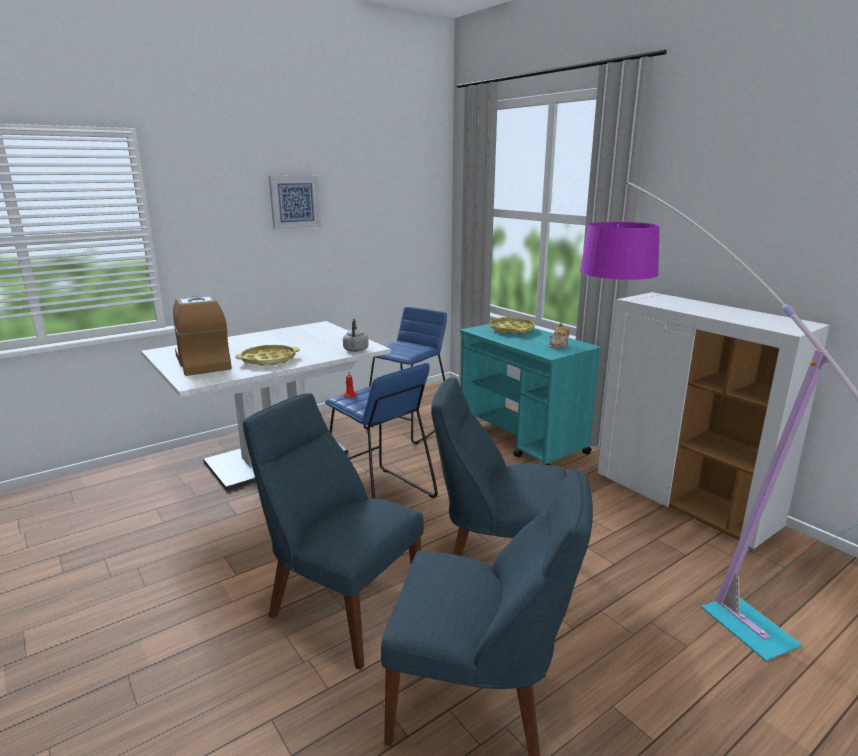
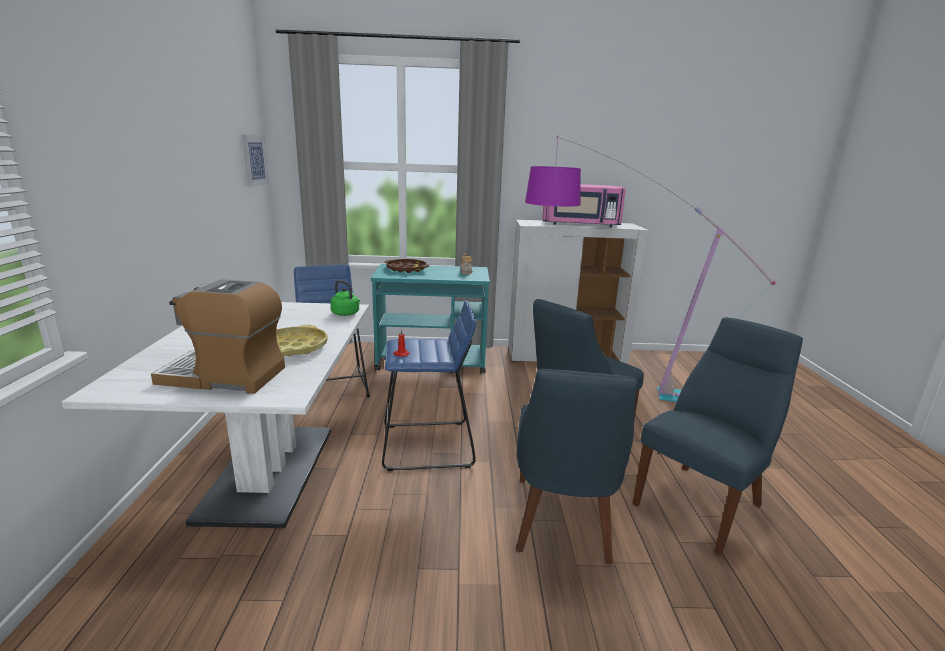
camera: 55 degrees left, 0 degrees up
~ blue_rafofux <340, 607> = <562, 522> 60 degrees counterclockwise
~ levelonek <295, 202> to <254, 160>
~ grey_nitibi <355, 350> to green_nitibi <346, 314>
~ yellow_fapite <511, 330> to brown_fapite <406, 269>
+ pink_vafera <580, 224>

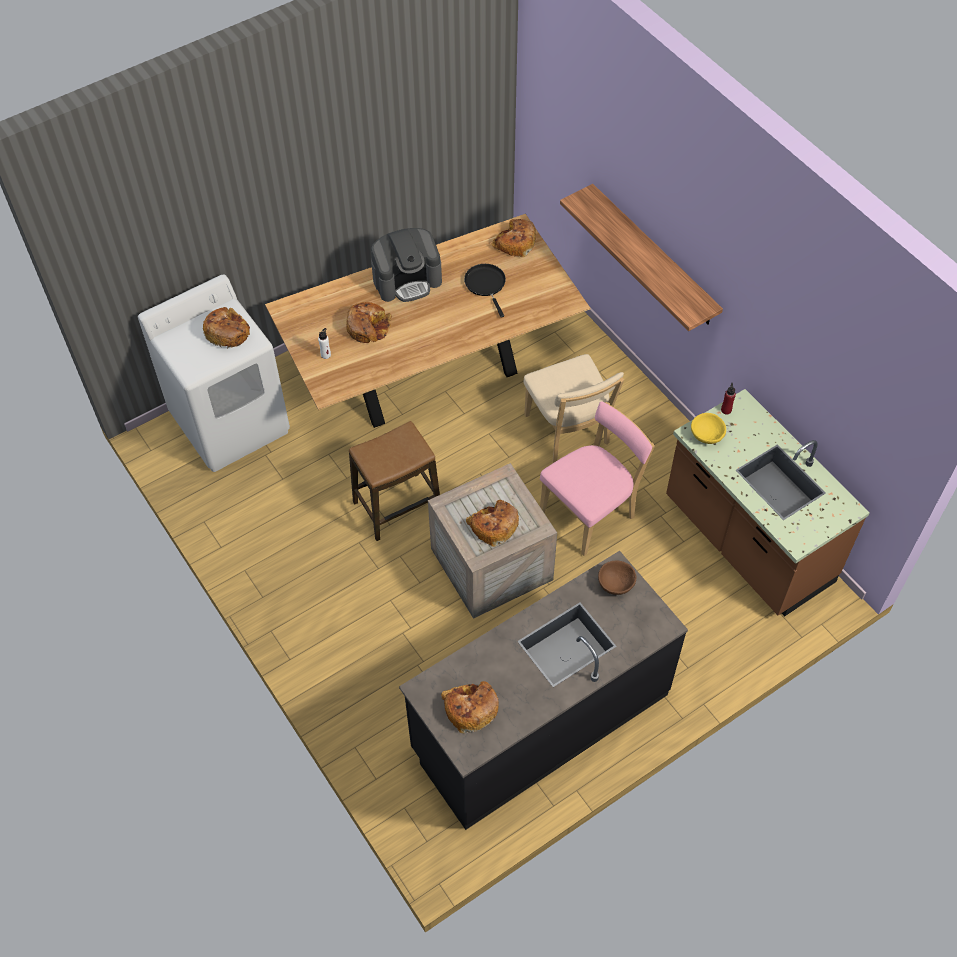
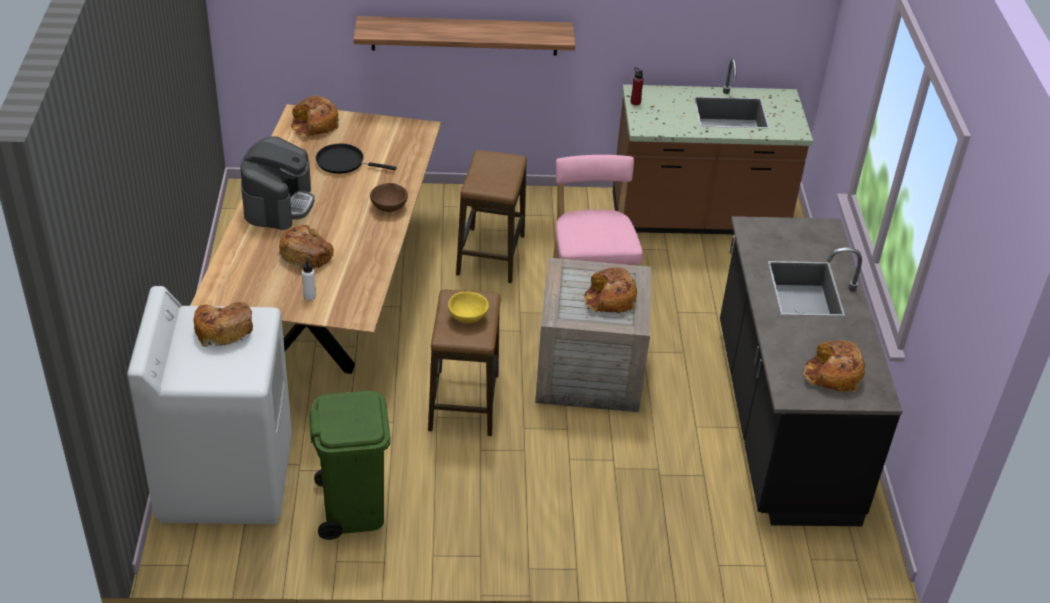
camera: 60 degrees left, 15 degrees down
~ beige_rafofux <568, 433> to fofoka <491, 255>
~ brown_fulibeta <615, 584> to <389, 207>
~ yellow_fulibeta <706, 435> to <467, 317>
+ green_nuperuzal <353, 508>

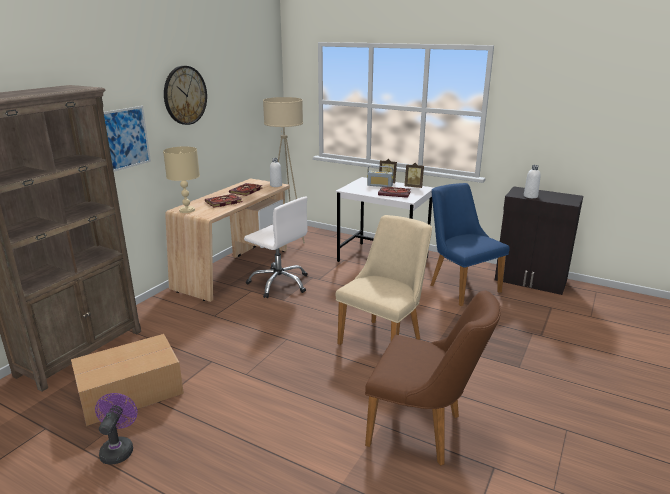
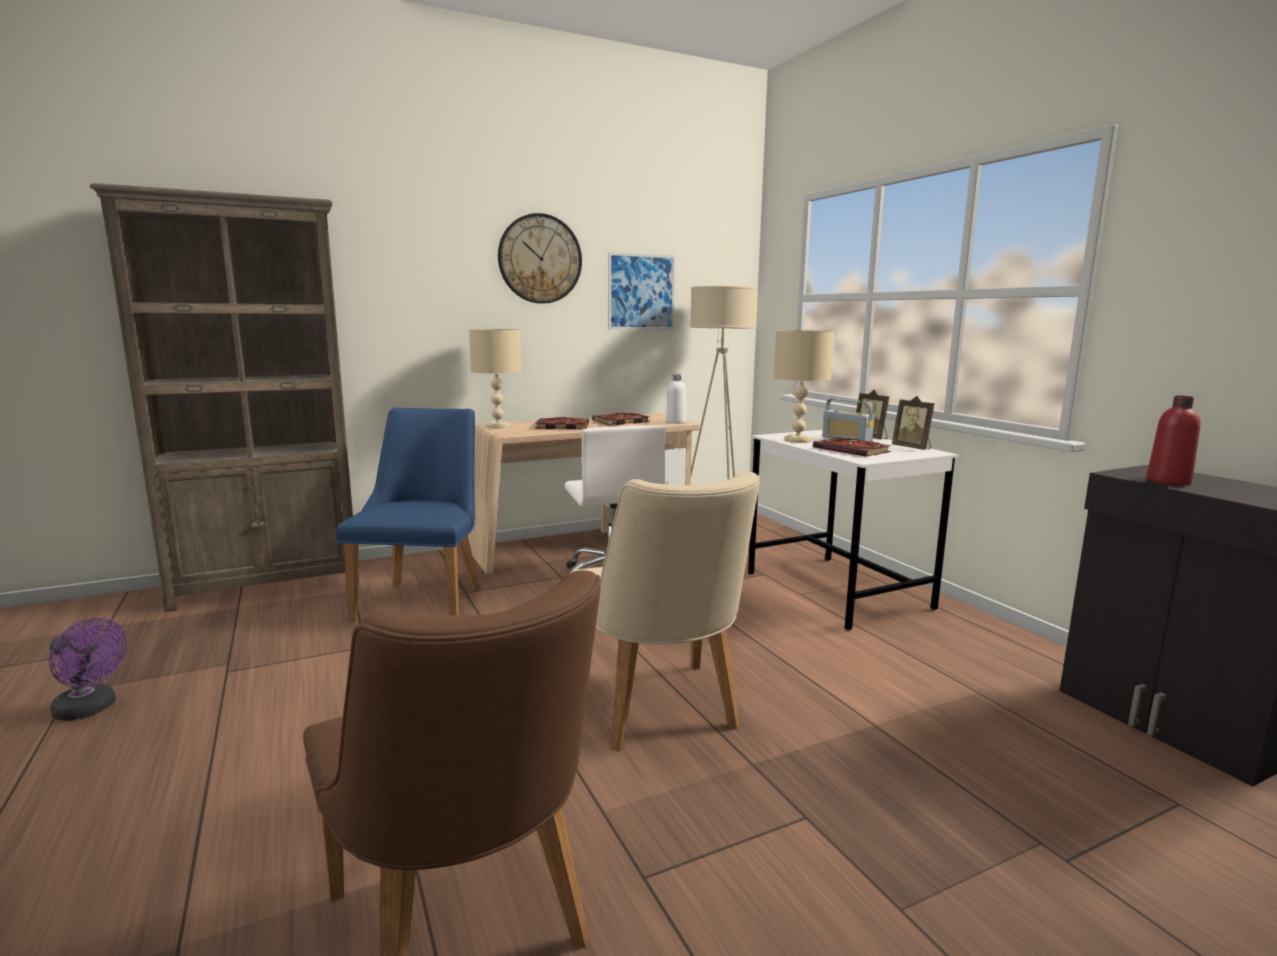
camera: 35 degrees right, 10 degrees down
- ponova <129, 392>
~ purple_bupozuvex <118, 449> = <91, 709> 75 degrees clockwise
~ levelonek <123, 139> to <641, 292>
~ beige_rafofux <385, 338> = <661, 713> 90 degrees clockwise
~ blue_rafofux <459, 286> to <426, 599>
~ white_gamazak <530, 196> to red_gamazak <1168, 481>
+ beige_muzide <798, 440>

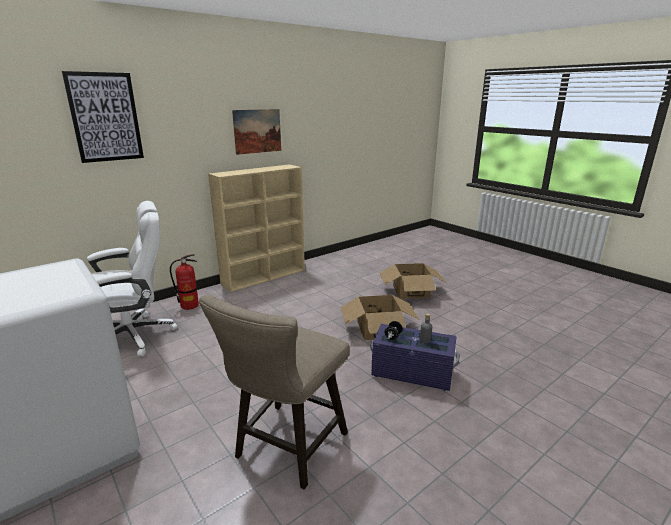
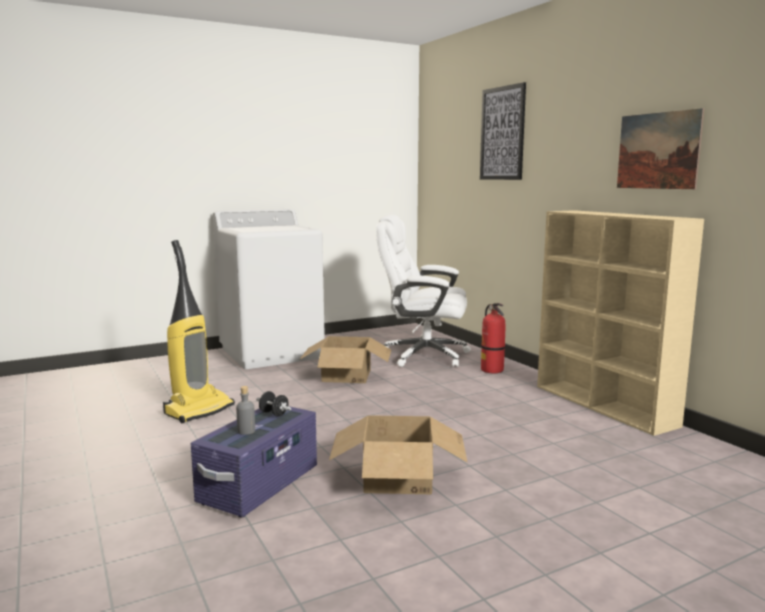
camera: 100 degrees right, 10 degrees down
~ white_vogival <133, 336> = <423, 355> 120 degrees clockwise
~ beige_fofoka <286, 449> to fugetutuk <199, 410>
~ ponova <410, 291> to <346, 375>

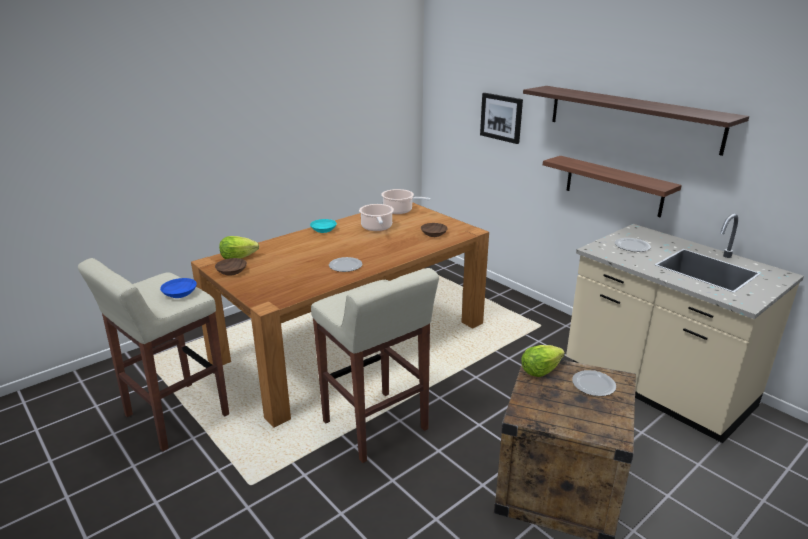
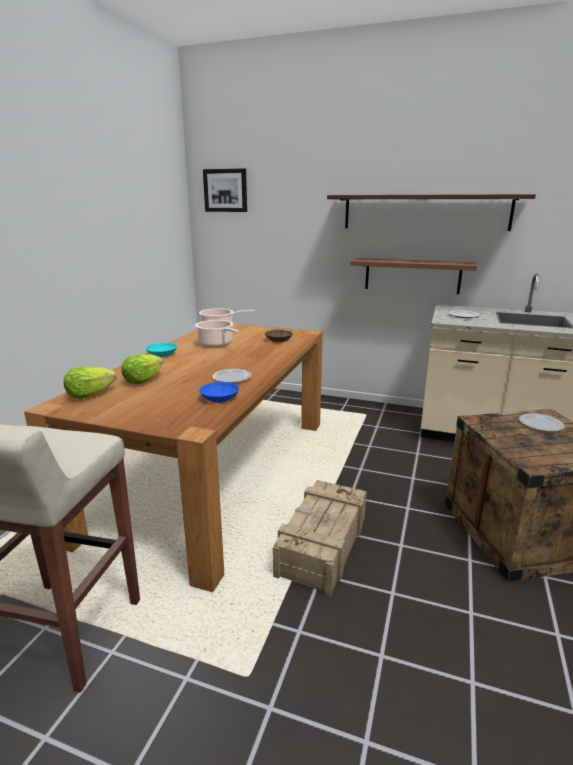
camera: 30 degrees left, 5 degrees down
~ blue_fulibeta <179, 294> to <219, 399>
- brown_fulibeta <231, 272>
~ beige_fofoka <376, 426> to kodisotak <321, 546>
~ levelonek <501, 117> to <225, 190>
~ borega <540, 370> to <143, 381>

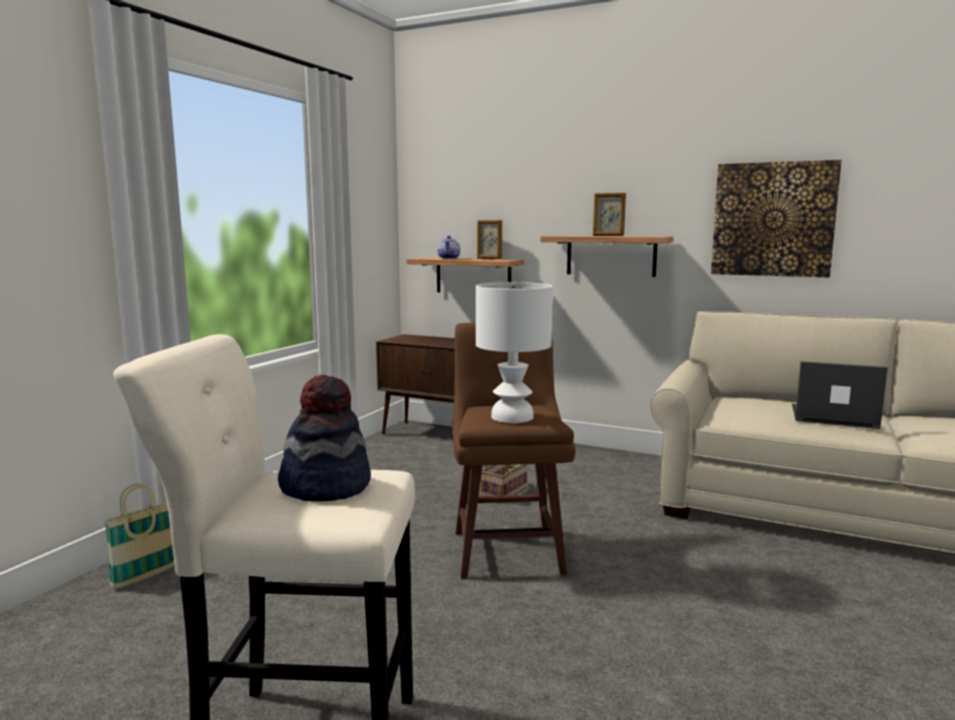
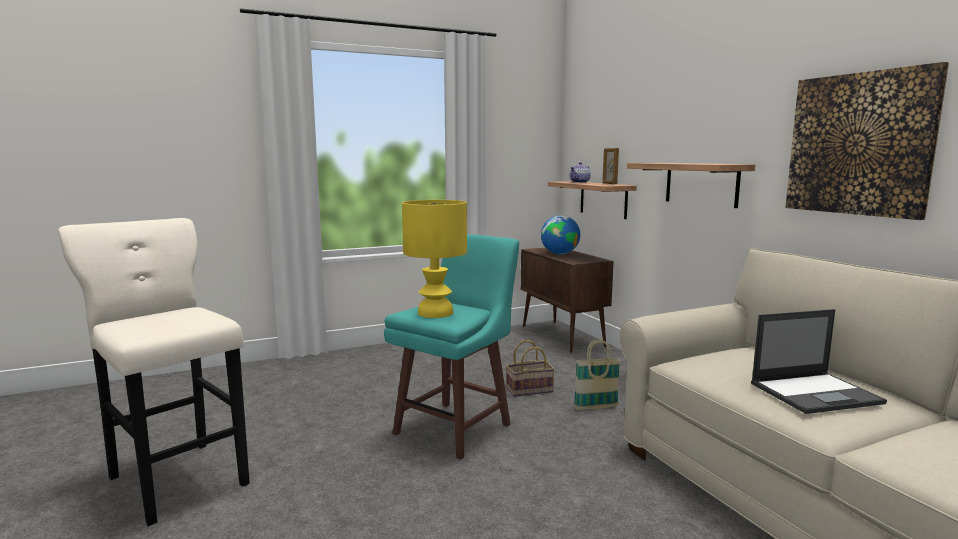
camera: 40 degrees right, 0 degrees up
~ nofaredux <144, 577> to <596, 407>
- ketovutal <326, 486>
~ brown_fofoka <508, 550> to turquoise_fofoka <455, 428>
~ white_muzide <512, 416> to yellow_muzide <436, 313>
- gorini <608, 235>
~ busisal <832, 417> = <816, 393> 105 degrees clockwise
+ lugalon <559, 254>

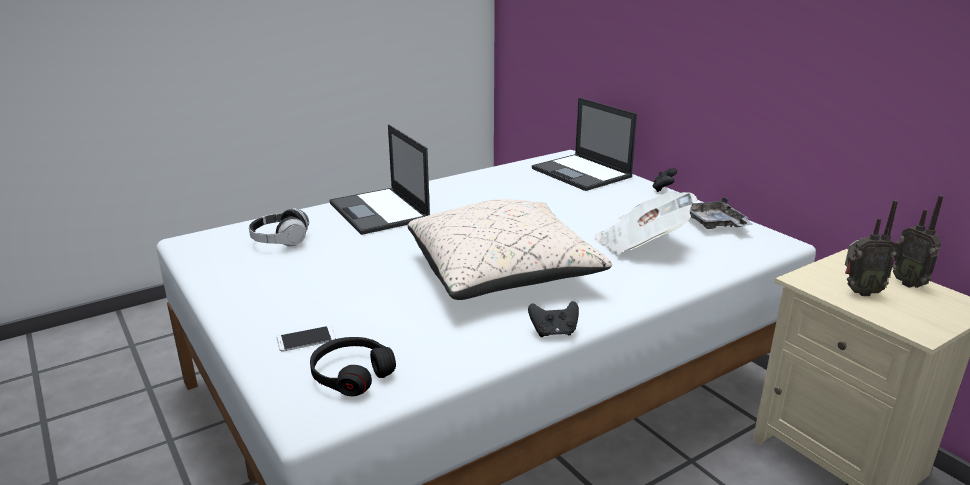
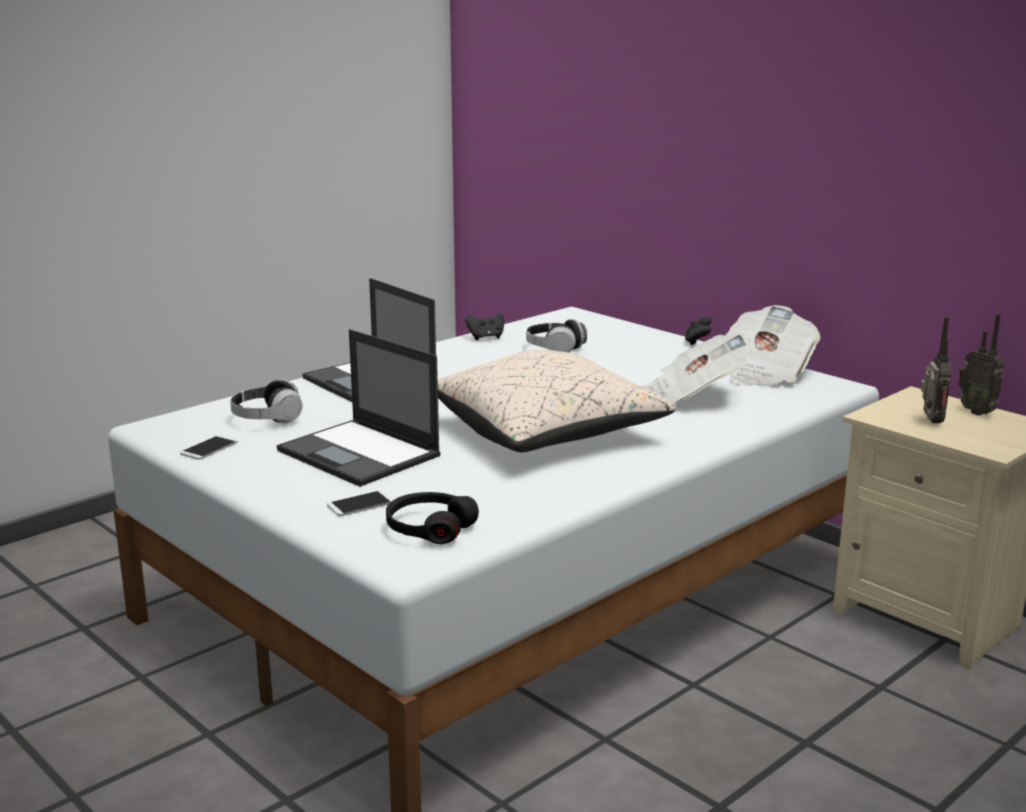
camera: 10 degrees left, 5 degrees down
~ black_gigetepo <554, 332> to <486, 337>
~ busisal <582, 173> to <360, 453>
~ grey_fapite <714, 223> to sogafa <765, 372>
~ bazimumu <859, 292> = <930, 422> 75 degrees counterclockwise
+ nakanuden <209, 448>
+ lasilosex <555, 349>

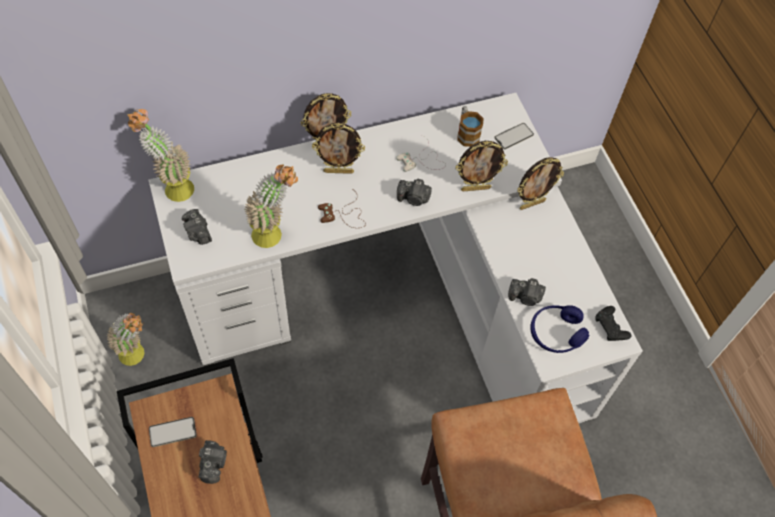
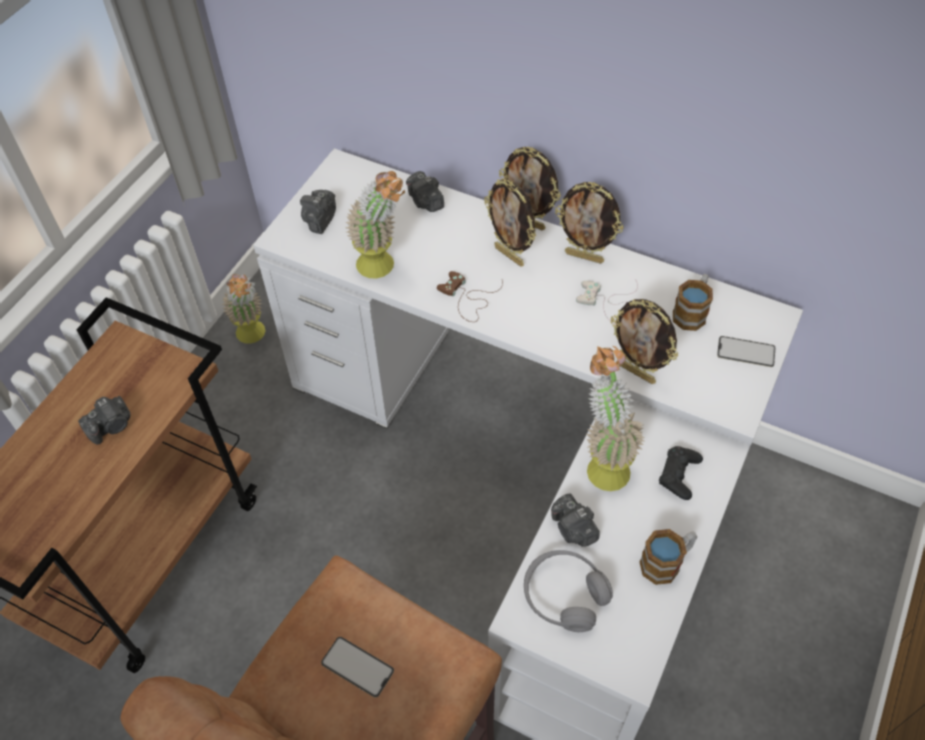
camera: 50 degrees right, 5 degrees down
~ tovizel <172, 187> to <602, 463>
~ nakanuden <172, 432> to <357, 667>
~ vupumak <413, 198> to <425, 201>
~ gorini <532, 204> to <584, 256>
~ blue_lasilosex <556, 333> to grey_lasilosex <564, 595>
~ black_gigetepo <611, 327> to <679, 475>
+ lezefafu <666, 562>

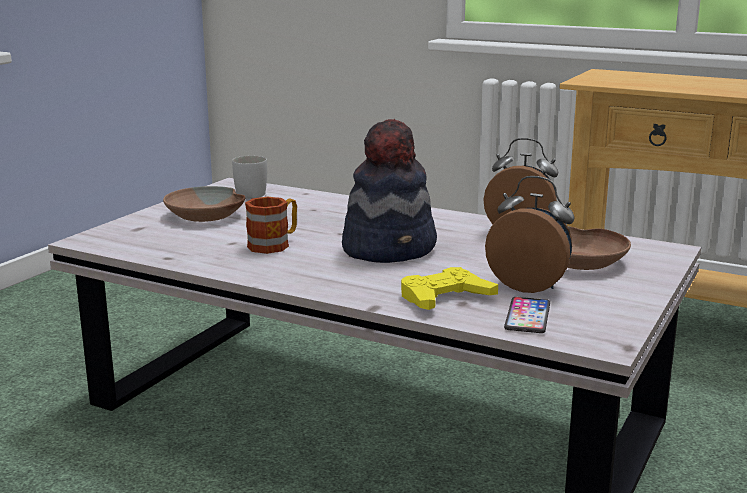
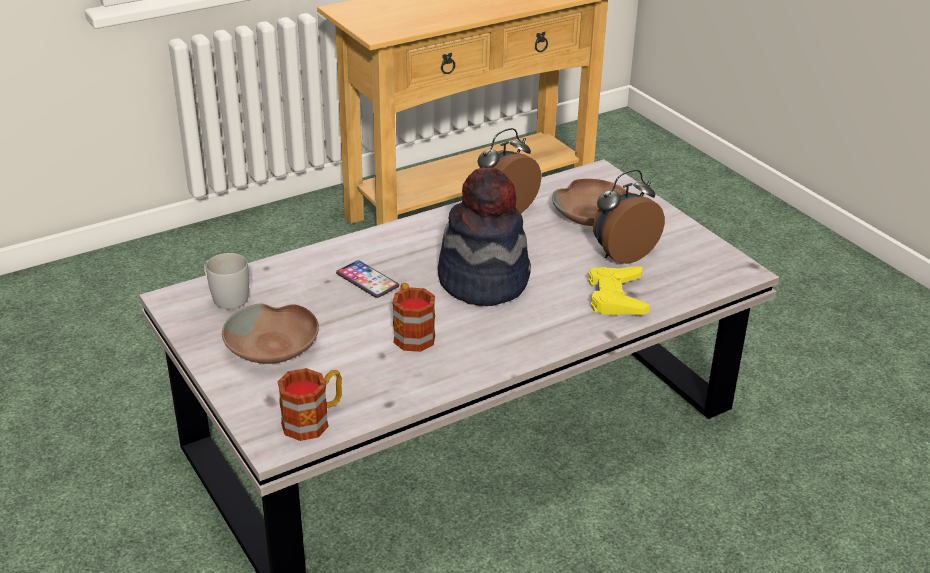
camera: 60 degrees left, 15 degrees up
~ nakanuden <527, 316> to <367, 280>
+ lezefafu <314, 420>

